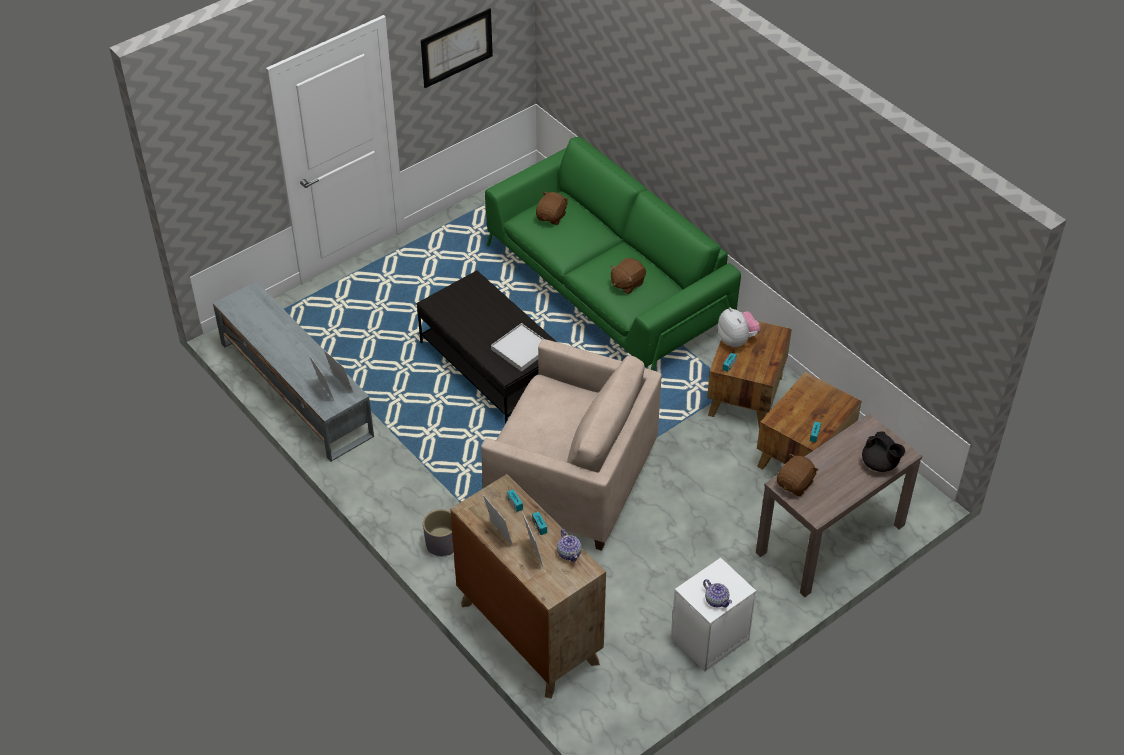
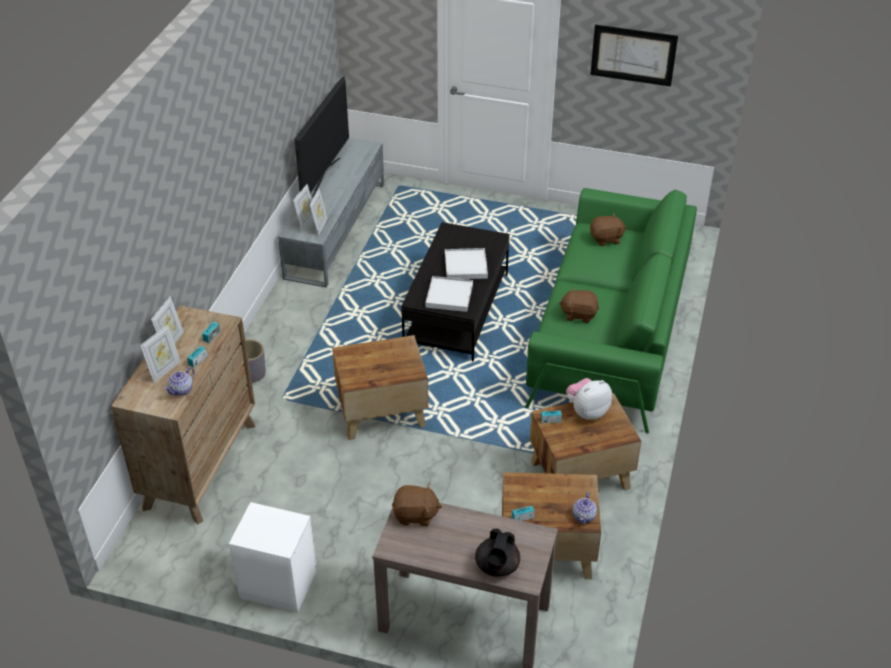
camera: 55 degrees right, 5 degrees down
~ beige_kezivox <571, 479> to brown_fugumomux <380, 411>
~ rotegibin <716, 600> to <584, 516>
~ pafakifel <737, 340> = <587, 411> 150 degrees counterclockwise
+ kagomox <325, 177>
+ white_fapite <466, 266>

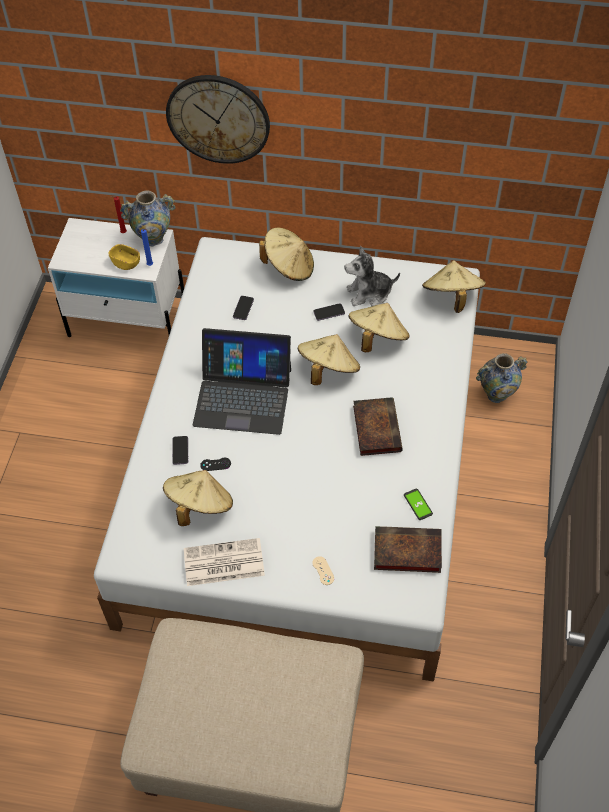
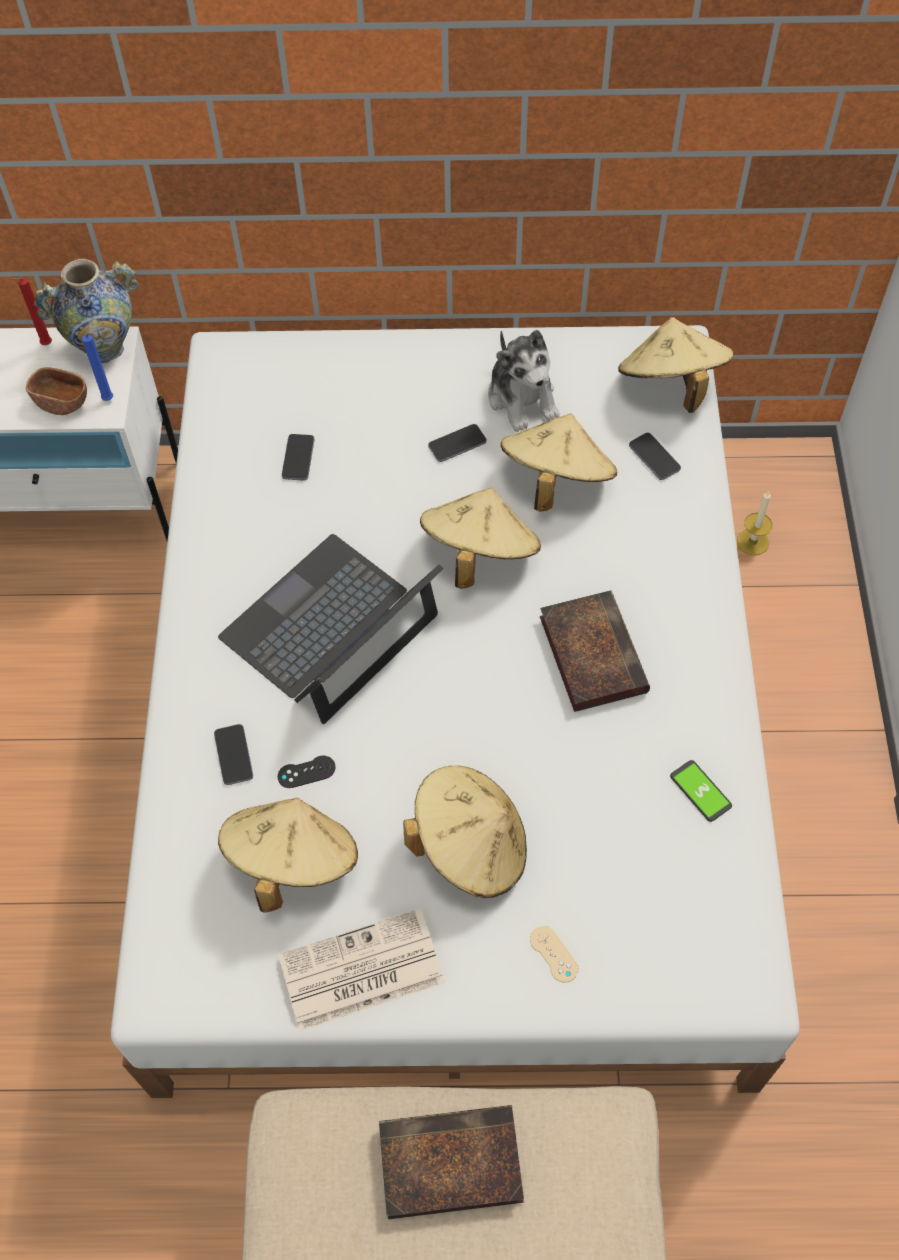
camera: 10 degrees left, 5 degrees up
~ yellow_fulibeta <126, 263> to brown_fulibeta <62, 402>
- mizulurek <218, 119>
~ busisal <243, 396> = <331, 629> 135 degrees clockwise
~ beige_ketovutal <289, 267> to <470, 846>
~ pafakifel <369, 293> = <522, 398> 90 degrees counterclockwise
~ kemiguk <405, 552> to <447, 1165>
~ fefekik <496, 395> to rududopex <752, 542>
+ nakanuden <654, 457>

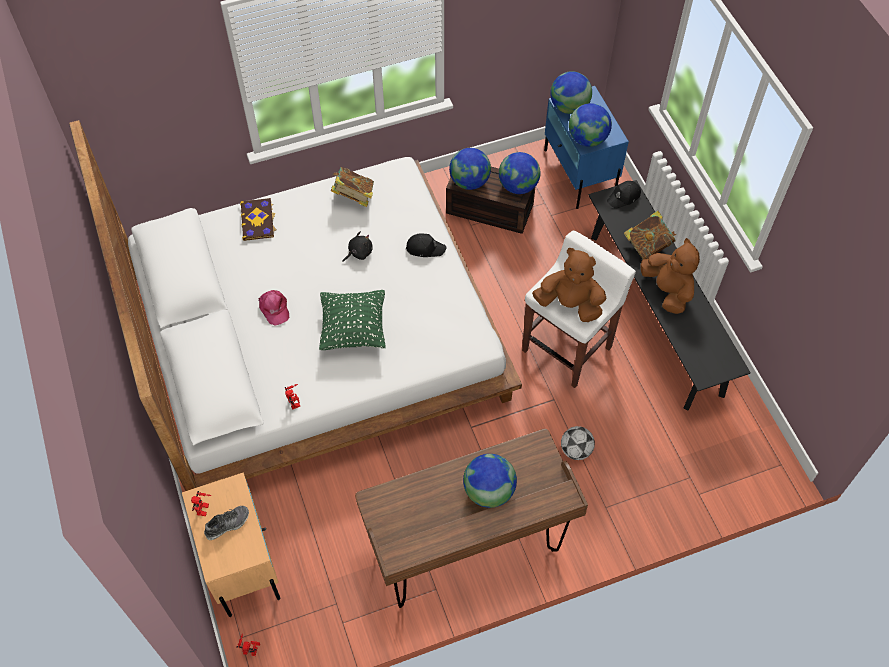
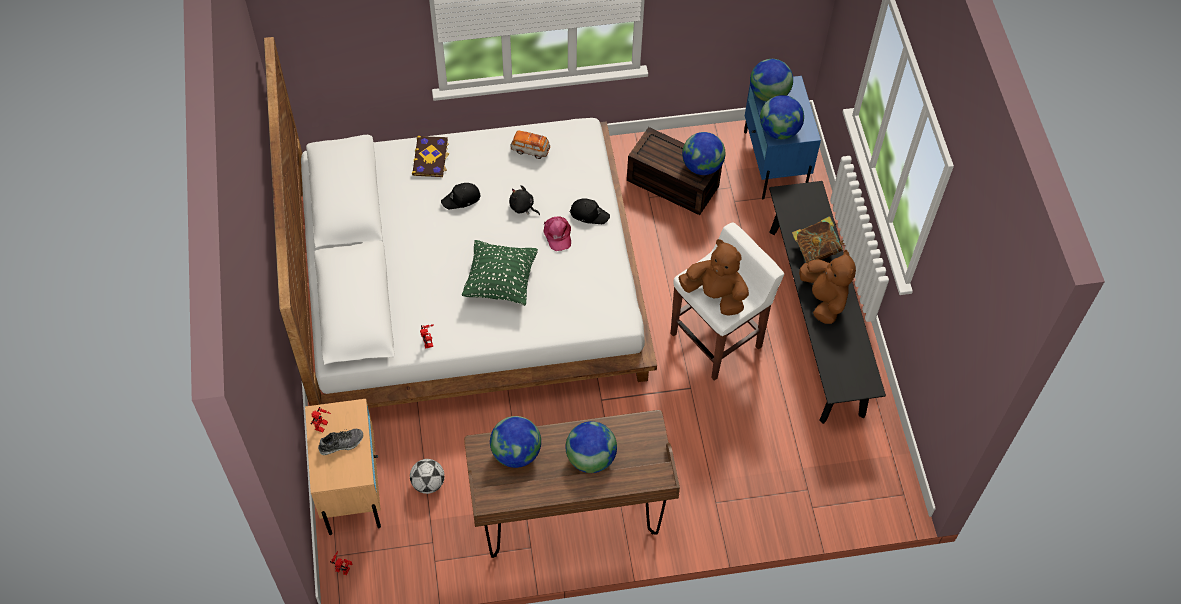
camera: 10 degrees right, 0 degrees up
~ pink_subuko <274, 308> to <557, 234>
~ kemiguk <353, 197> to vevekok <530, 150>
~ black_pafakifel <359, 252> = <522, 207> 120 degrees counterclockwise
~ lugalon <469, 182> to <516, 453>
~ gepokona <576, 450> to <428, 483>
~ black_subuko <624, 197> to <461, 199>

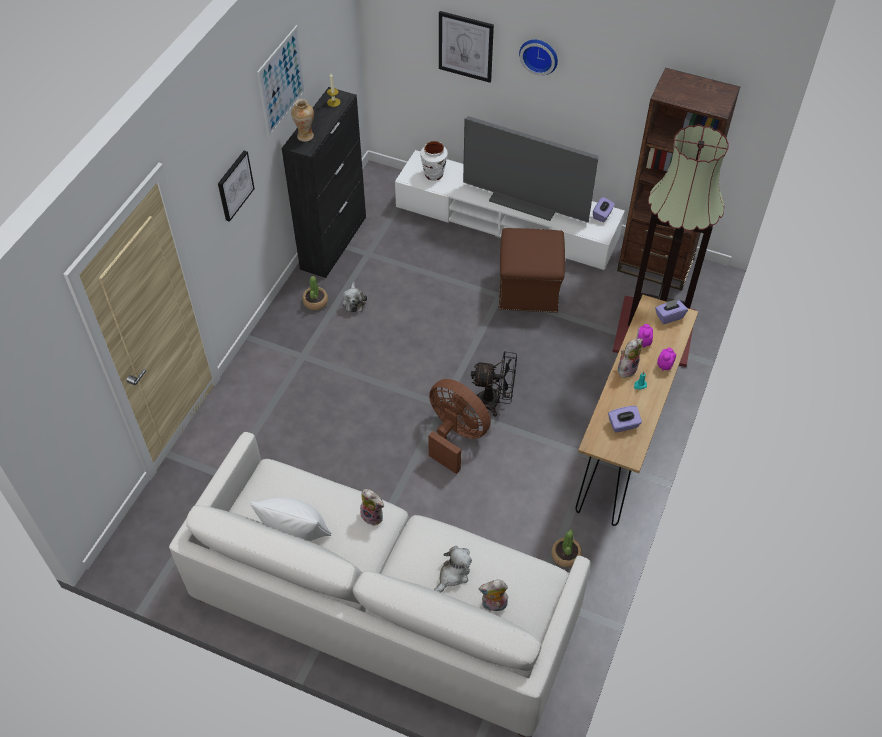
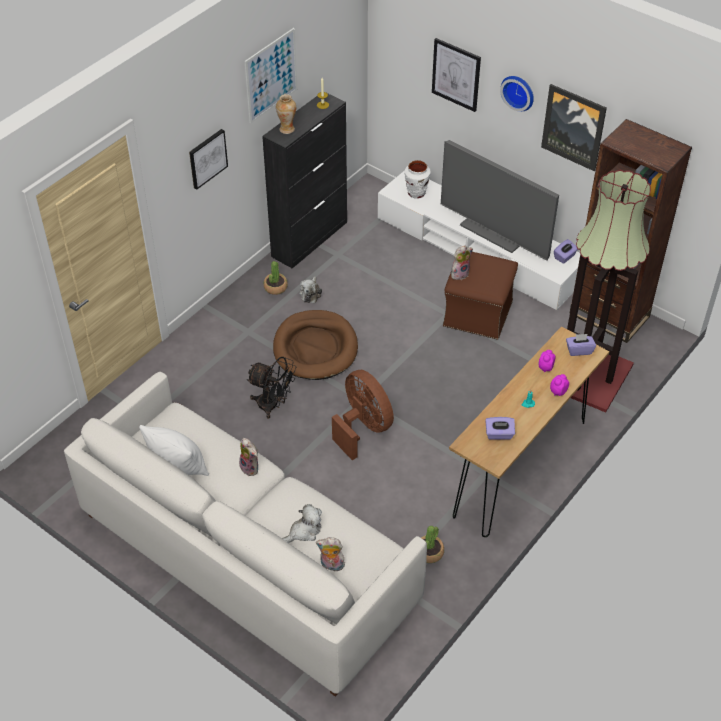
camera: 15 degrees right, 5 degrees down
~ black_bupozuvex <494, 401> to <273, 405>
~ pafakifel <627, 368> to <459, 273>
+ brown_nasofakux <315, 348>
+ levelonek <574, 127>

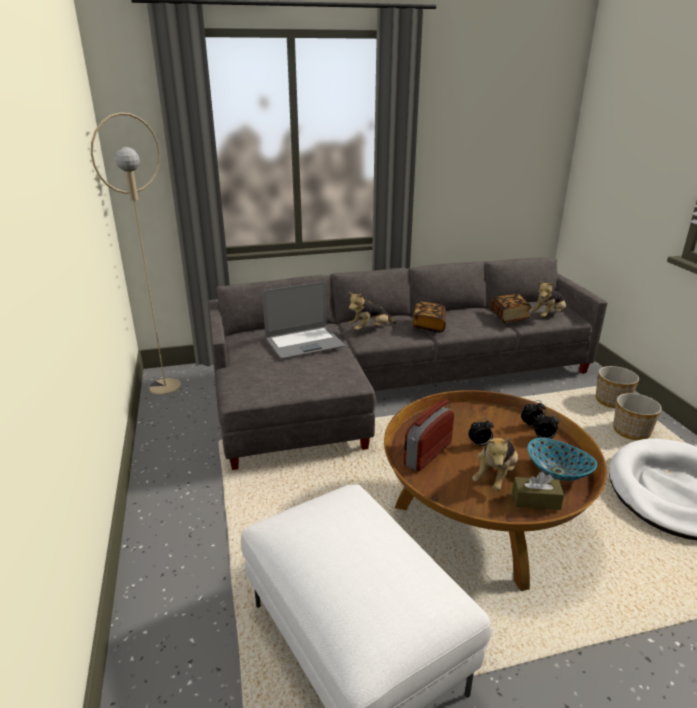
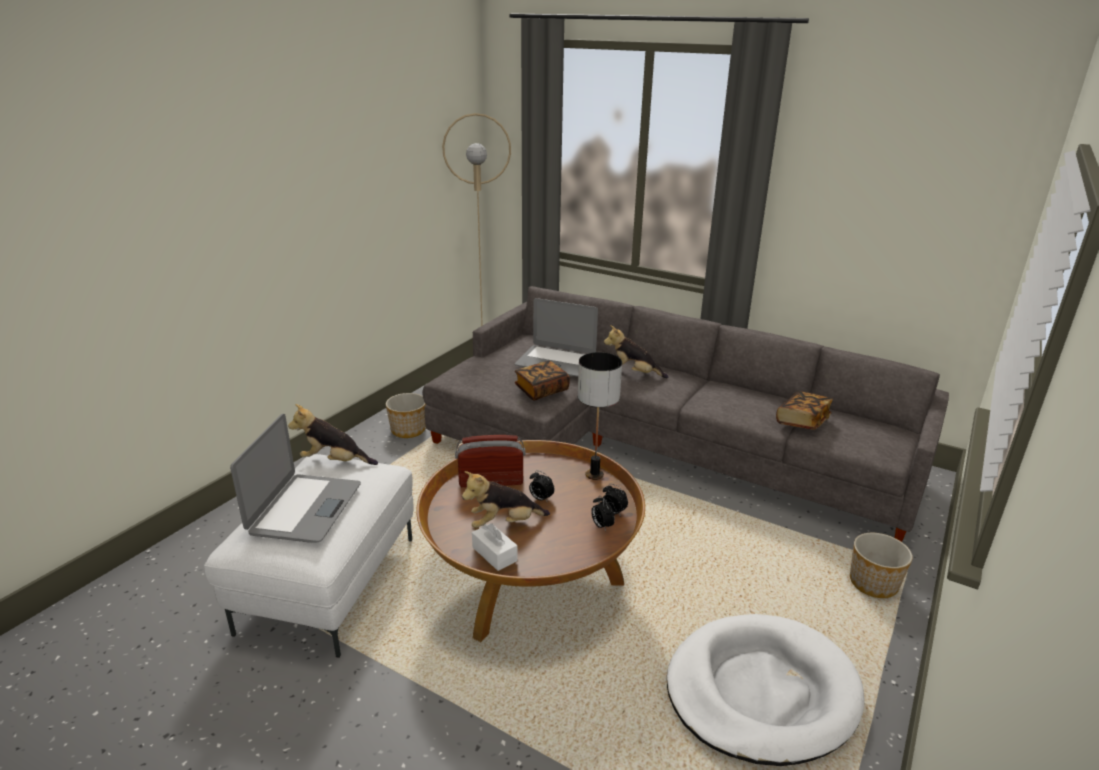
camera: 45 degrees right, 0 degrees up
~ kemiguk <428, 325> to <541, 390>
~ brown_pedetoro <535, 500> to white_pedetoro <494, 554>
- fulibeta <558, 472>
~ pafakifel <548, 316> to <334, 461>
~ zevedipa <630, 431> to <407, 430>
+ busisal <304, 509>
+ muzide <594, 475>

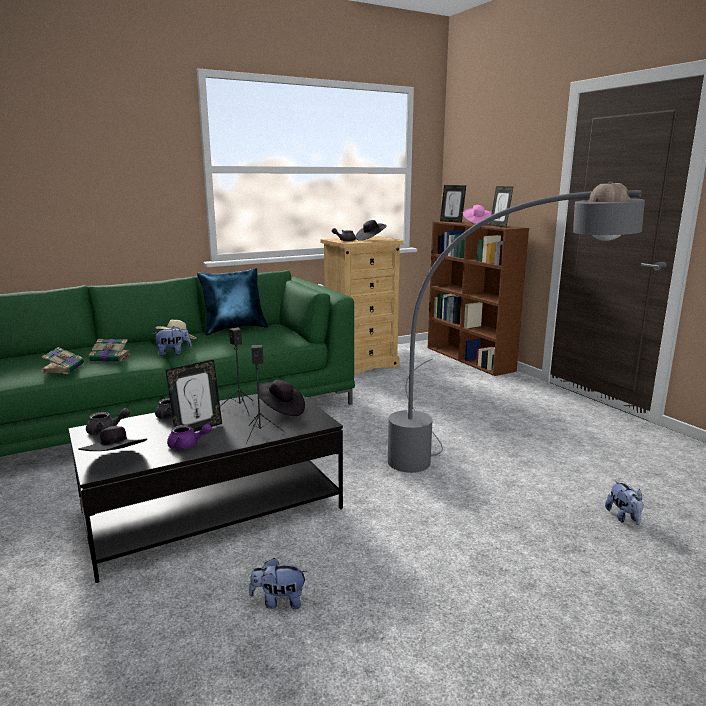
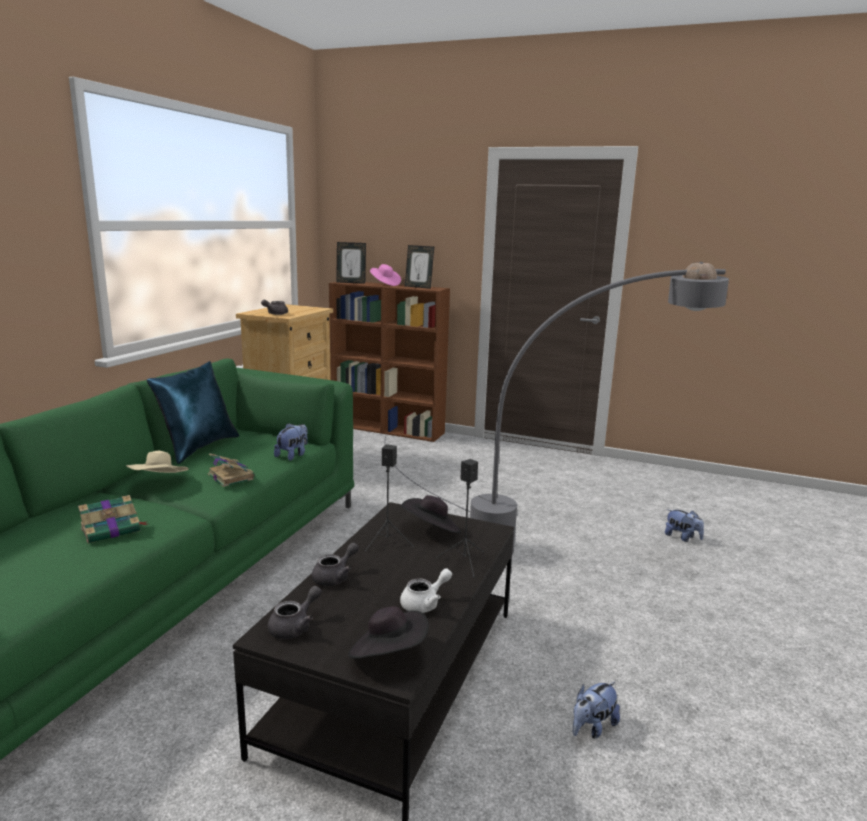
camera: 40 degrees left, 0 degrees up
~ kemiguk <64, 368> to <230, 476>
~ pafakifel <173, 353> to <293, 455>
- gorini <197, 429>
~ purple_rotegibin <187, 445> to white_rotegibin <425, 603>
- black_ketovutal <370, 239>

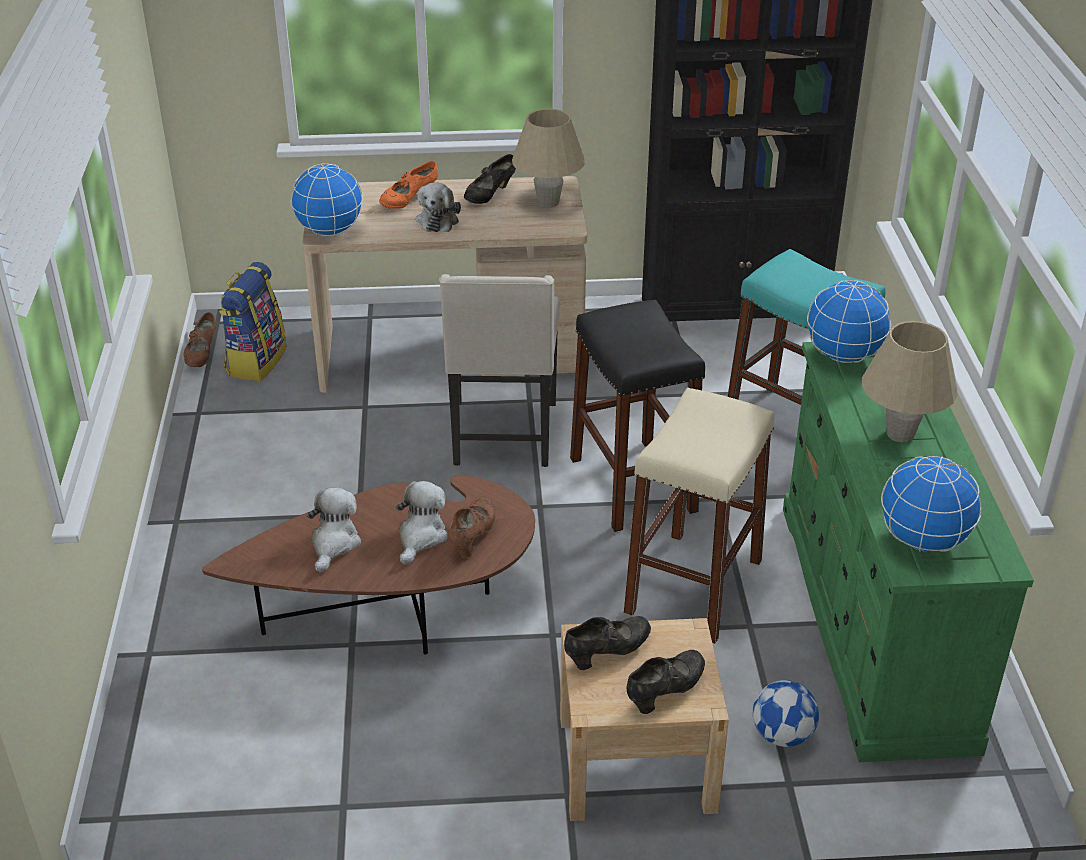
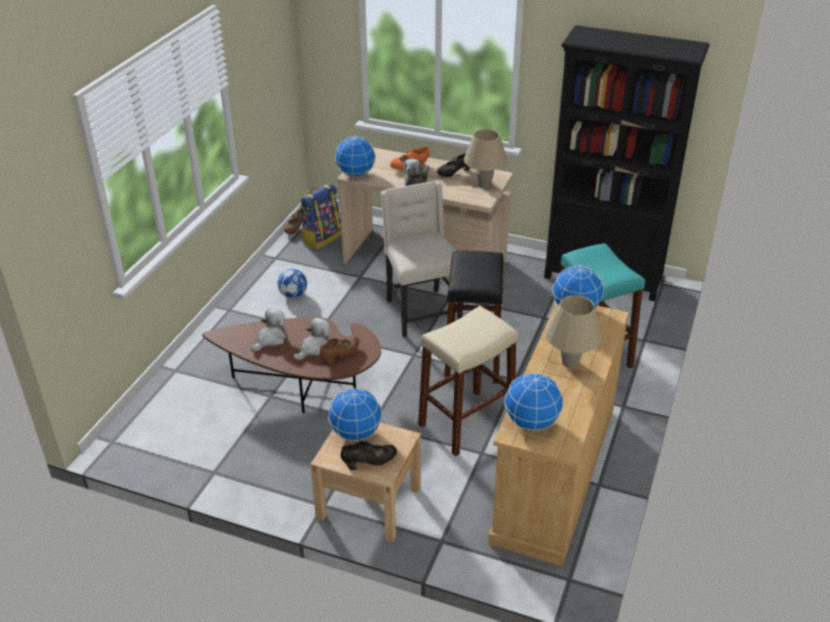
camera: 25 degrees right, 0 degrees up
~ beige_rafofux <503, 436> = <421, 312> 135 degrees clockwise
~ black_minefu <607, 652> to lugalon <355, 433>
~ gepokona <782, 735> to <293, 295>
~ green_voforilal <875, 622> to beige_voforilal <554, 474>

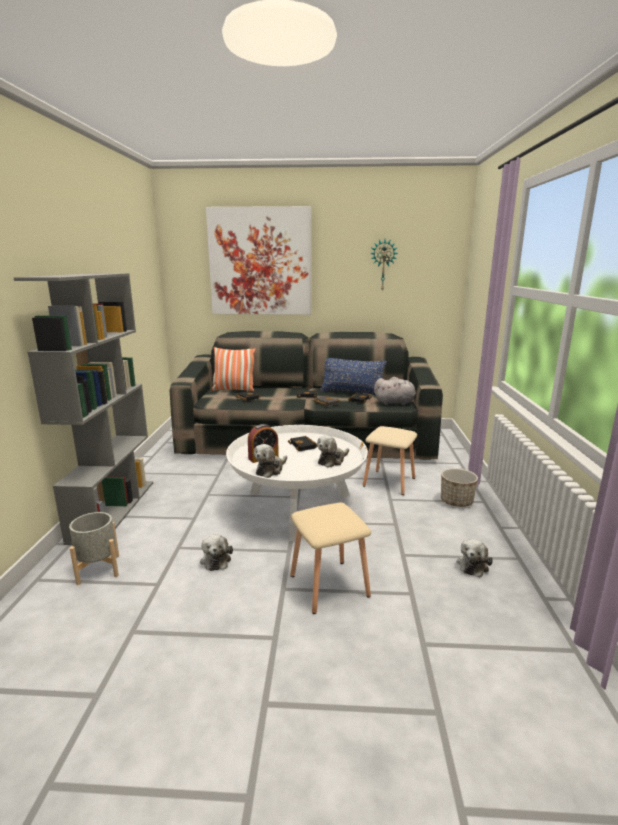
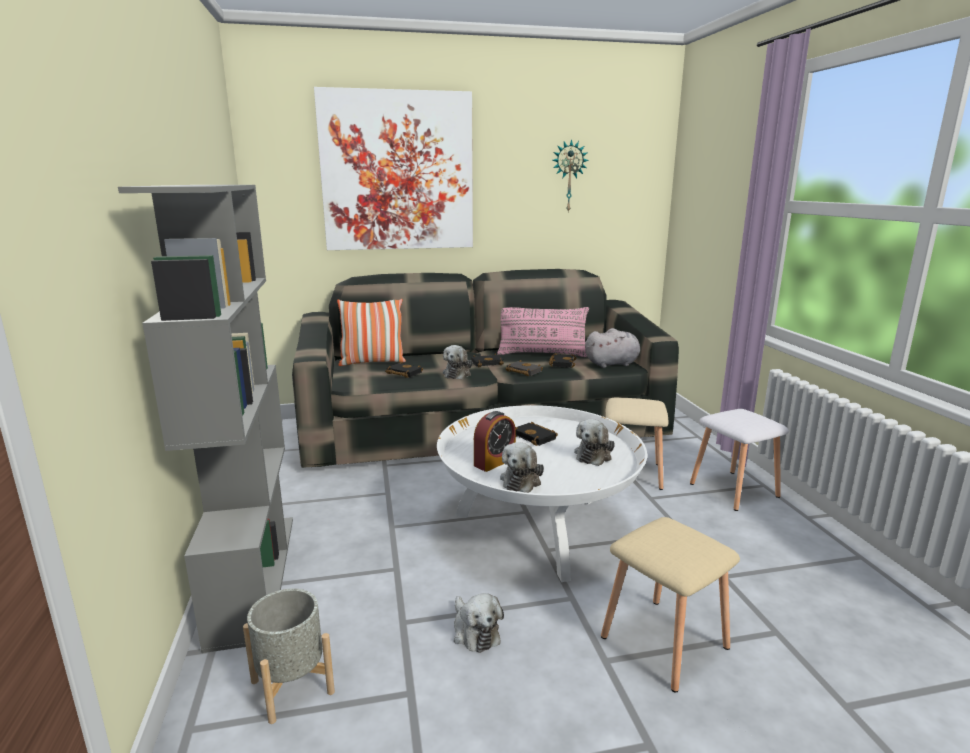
camera: 15 degrees left, 0 degrees up
~ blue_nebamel <352, 393> to pink_nebamel <542, 354>
~ zevedipa <456, 501> to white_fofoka <732, 489>
~ pafakifel <473, 565> to <457, 373>

